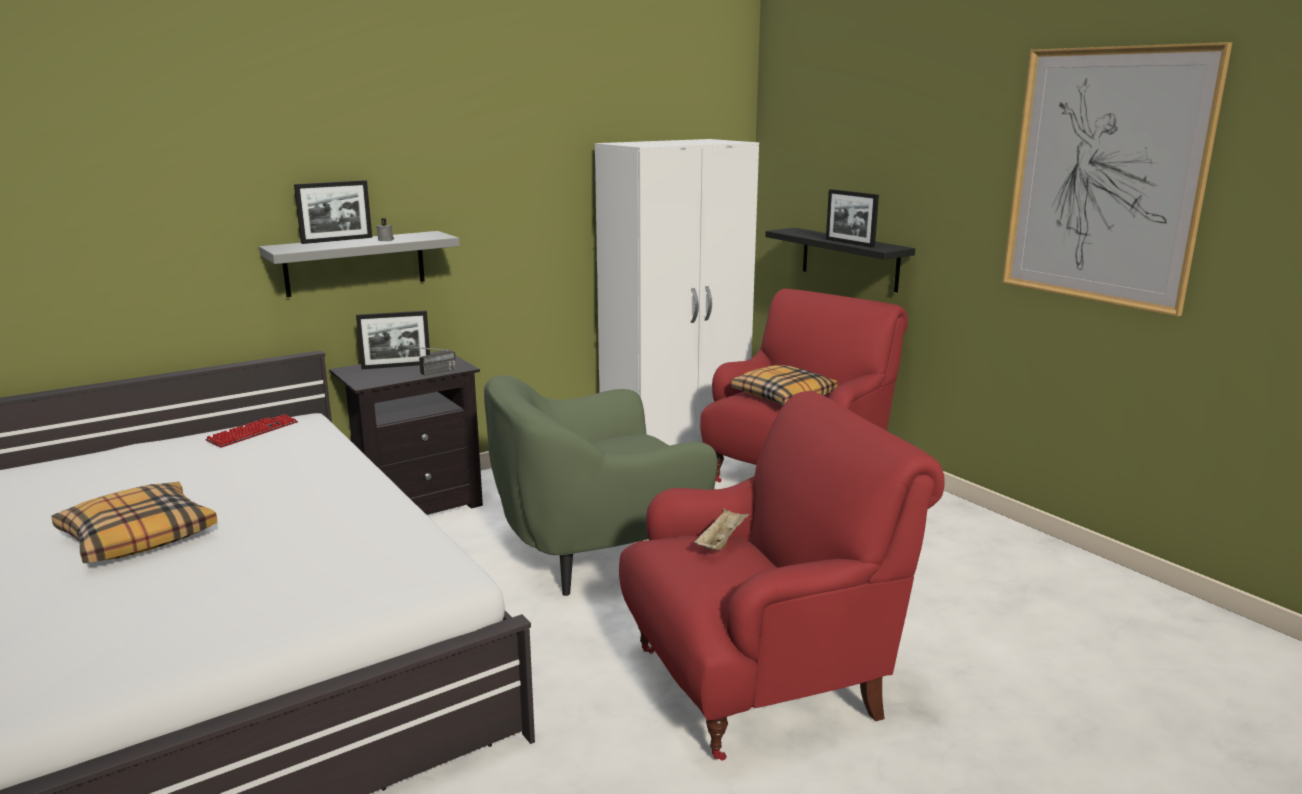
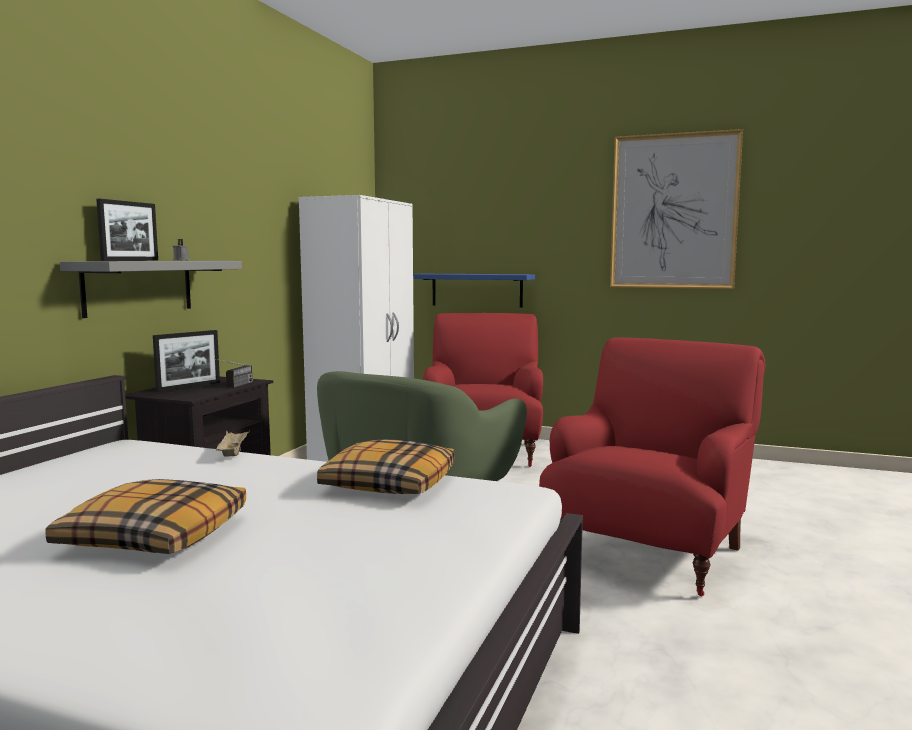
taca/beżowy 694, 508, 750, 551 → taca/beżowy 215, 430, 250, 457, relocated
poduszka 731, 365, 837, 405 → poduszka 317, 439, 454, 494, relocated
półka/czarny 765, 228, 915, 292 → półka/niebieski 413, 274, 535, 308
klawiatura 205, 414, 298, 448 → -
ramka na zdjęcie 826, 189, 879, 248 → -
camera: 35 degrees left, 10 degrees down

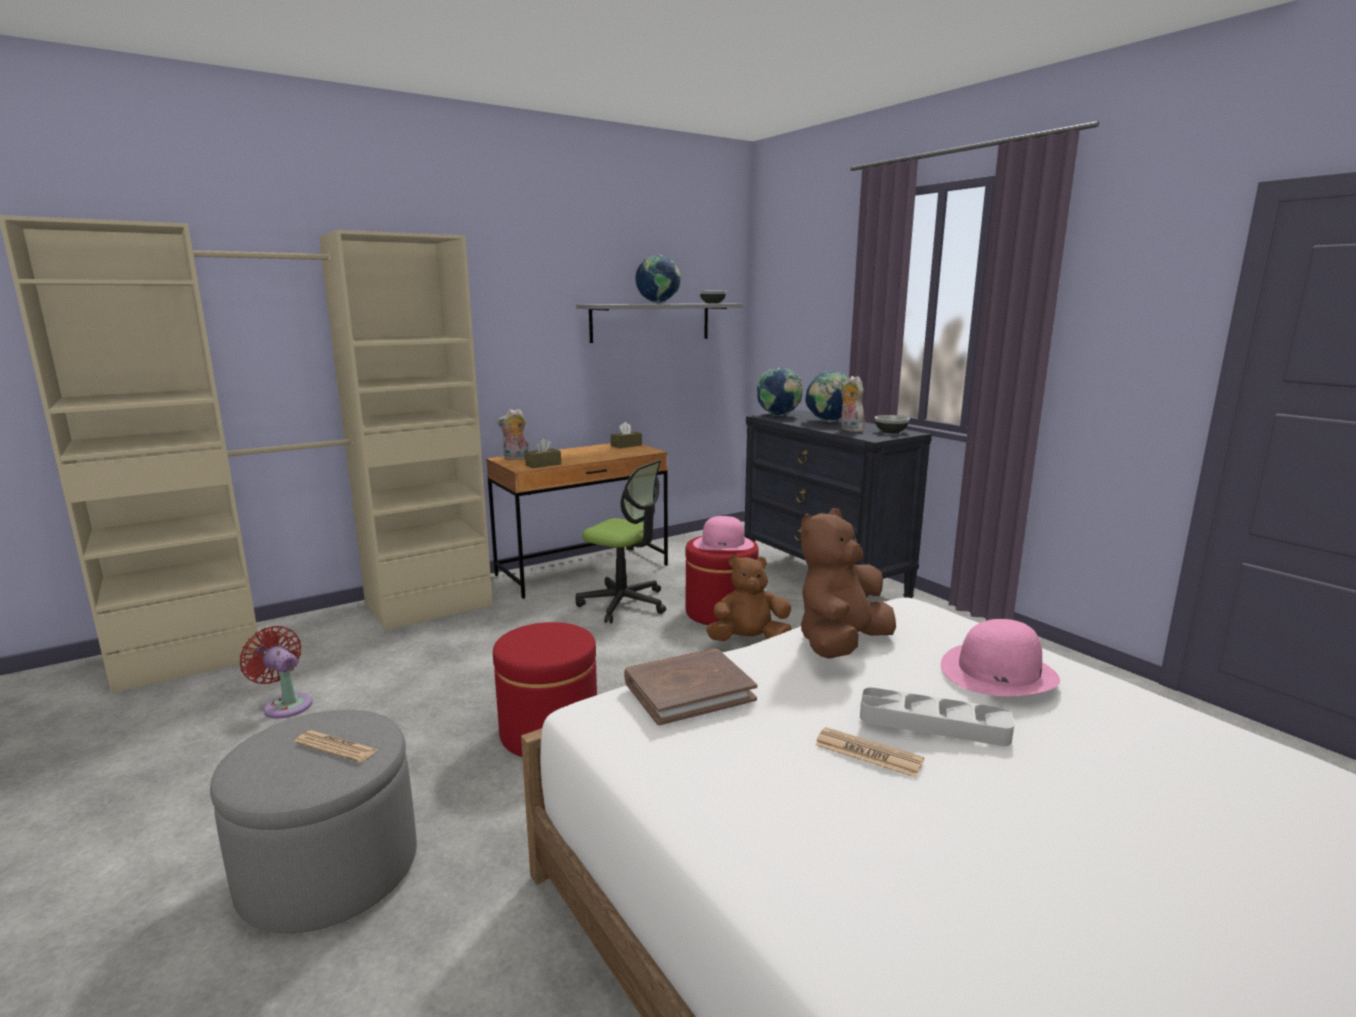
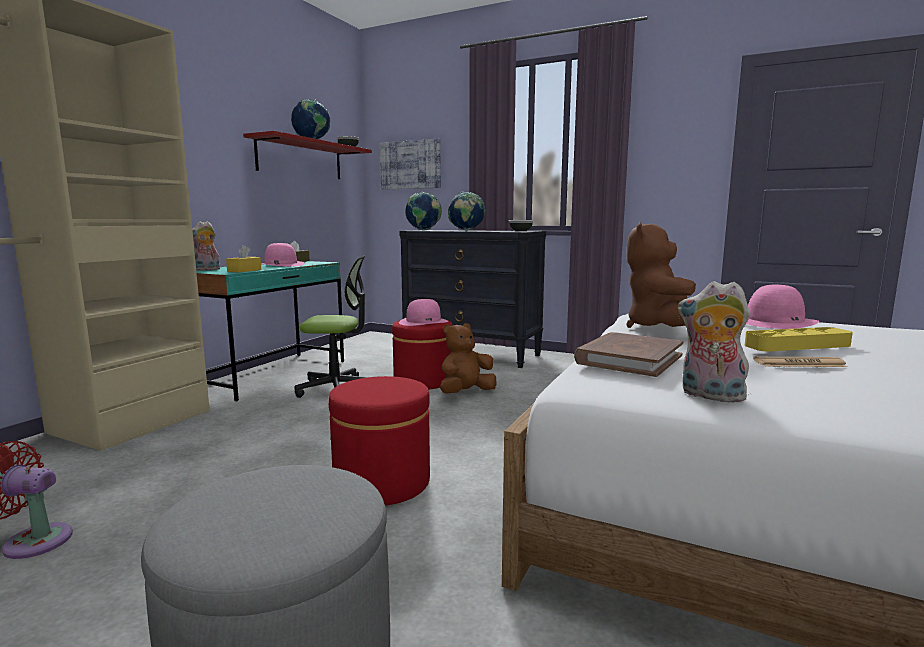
biurko/brązowy 486, 443, 668, 599 → biurko/turkusowy 196, 261, 344, 401
pudełko chusteczek/brązowy 525, 438, 561, 468 → pudełko chusteczek/żółty 226, 245, 261, 272
półka/szary 576, 303, 743, 343 → półka/czerwony 243, 131, 372, 179
- → kapelusz/różowy 263, 243, 305, 267
- → obraz 380, 138, 441, 190
pluszak 841, 376, 865, 432 → pluszak 678, 281, 752, 403, relocated
taca/szary 860, 687, 1014, 746 → taca/żółty 744, 327, 853, 351
gazeta 294, 730, 378, 763 → -
camera: 30 degrees left, 5 degrees down

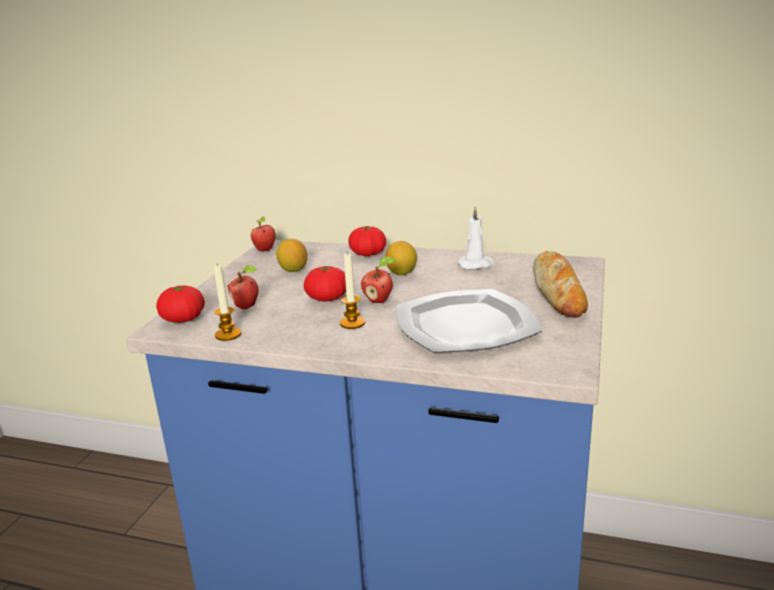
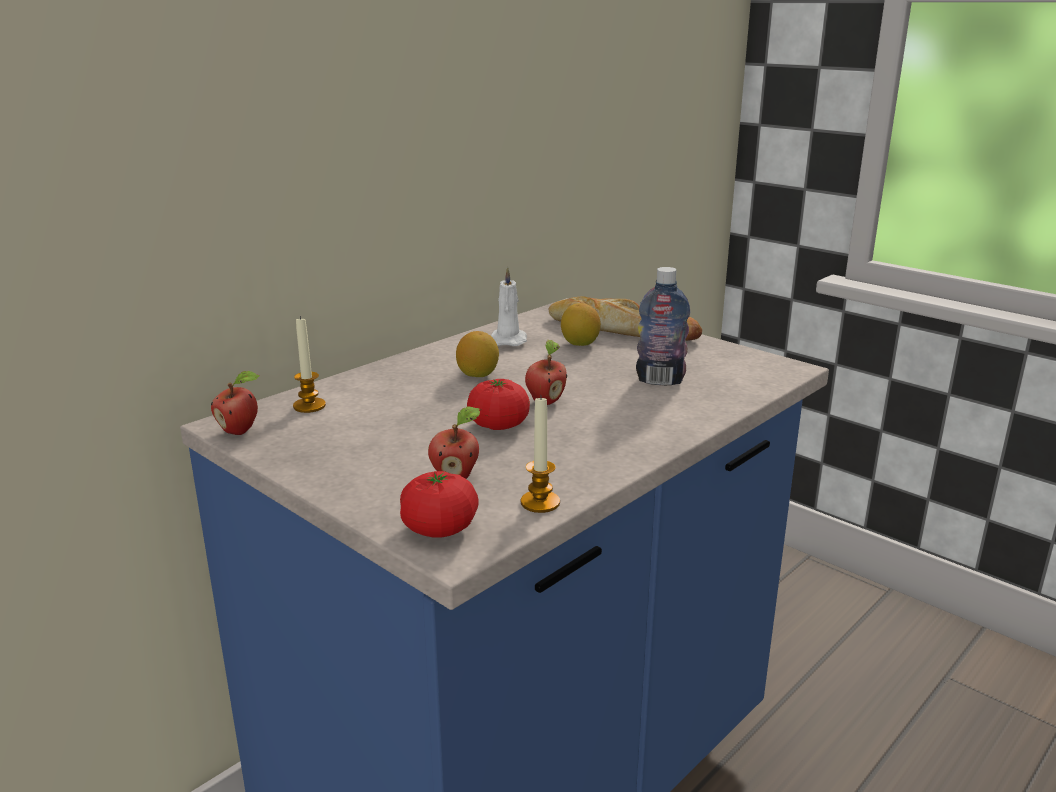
świeca 340, 252, 365, 329 → świeca 293, 316, 326, 413, relocated
cytryna 276, 239, 307, 272 → cytryna 561, 303, 601, 346, relocated
talerz 396, 289, 542, 353 → butelka 636, 267, 690, 385
pomidor 348, 226, 386, 256 → -
camera: 65 degrees left, 0 degrees up

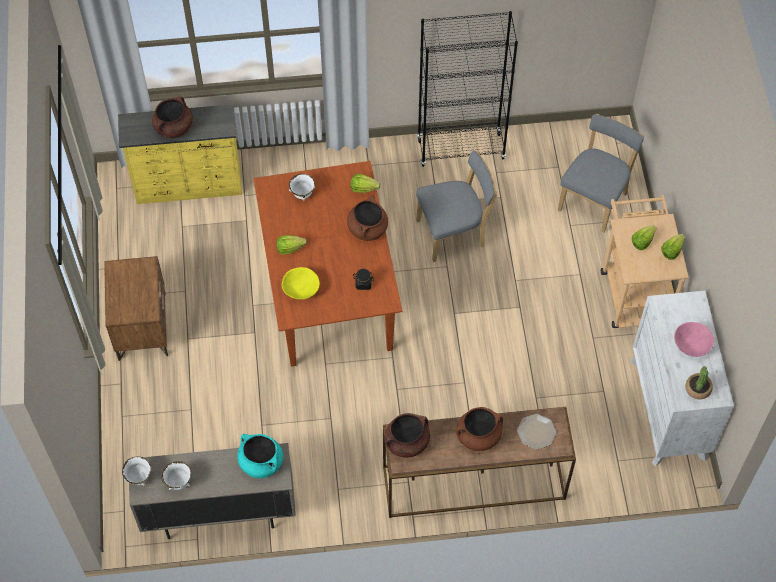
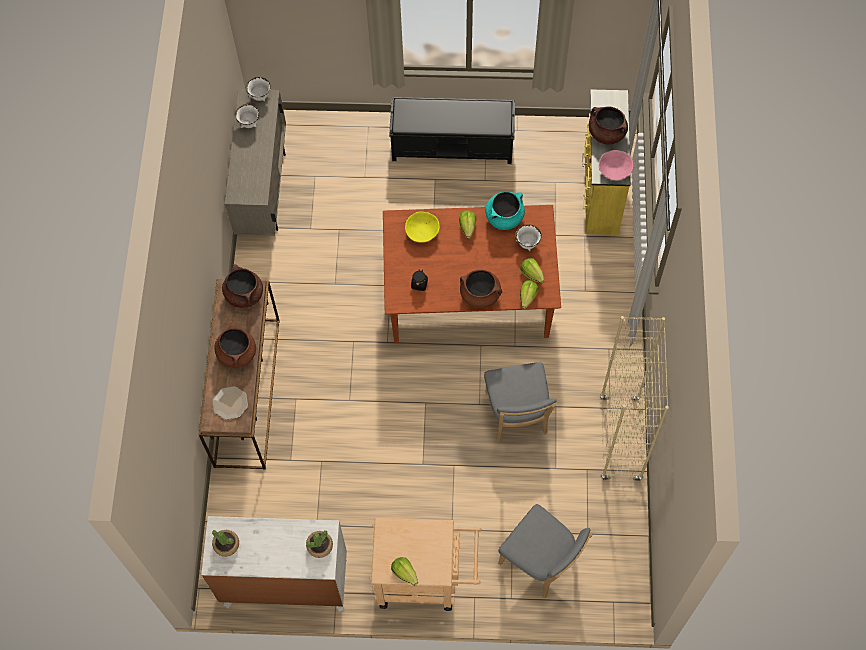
- → roślina doniczkowa 306, 530, 333, 558
szafka nocna/brązowy 104, 256, 168, 361 → ławka/czarny 389, 97, 515, 164
garnek/turkusowy 237, 434, 283, 478 → garnek/turkusowy 485, 191, 525, 230, relocated
sałata 632, 225, 656, 250 → sałata 520, 258, 544, 284, relocated
miska/różowy 674, 322, 714, 357 → miska/różowy 599, 150, 633, 180, relocated
regał/czarny 417, 11, 518, 167 → regał/beżowy 600, 316, 669, 481
camera: 100 degrees right, 5 degrees up

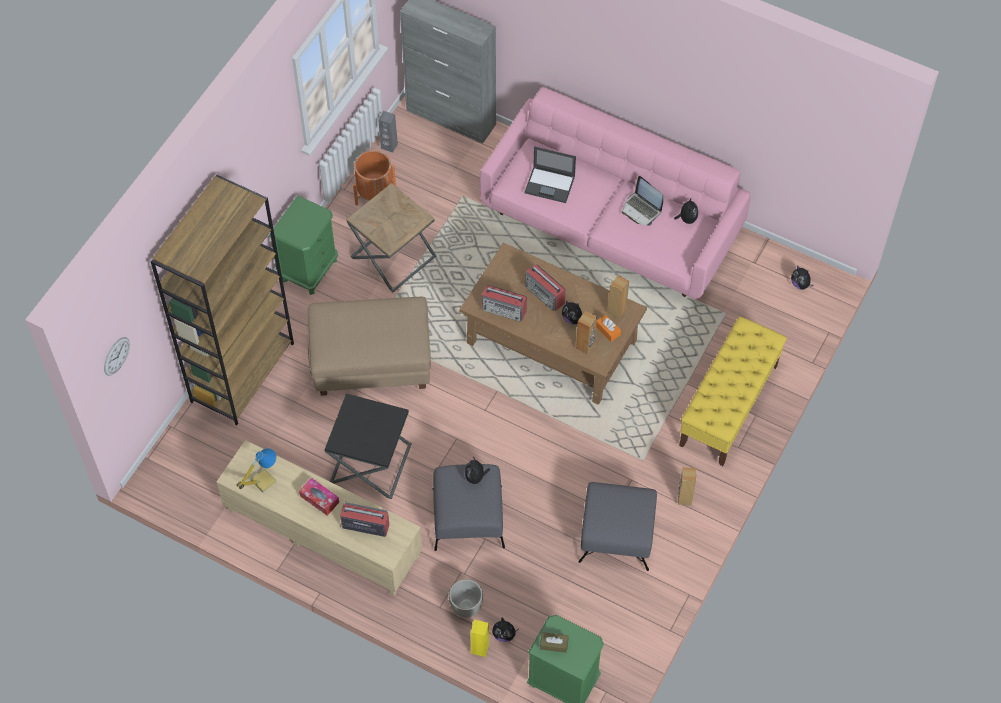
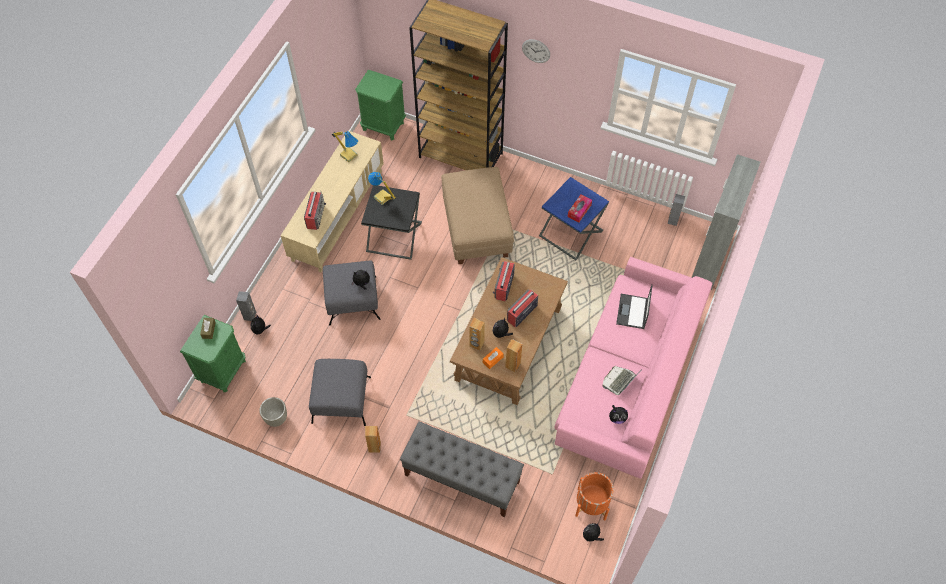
głośnik/żółty 471, 620, 489, 657 → głośnik/szary 236, 291, 256, 321
donica/szary 449, 579, 483, 618 → donica/szary 259, 397, 287, 427, relocated
szafka nocna/zielony 269, 196, 338, 295 → szafka nocna/zielony 355, 70, 406, 141, relocated
- → lampa stołowa 368, 172, 396, 205
ławka/żółty 679, 316, 787, 466 → ławka/szary 400, 422, 524, 517
zegar ścienny 104, 337, 130, 376 → zegar ścienny 522, 39, 550, 63, relocated
stolik/brązowy 347, 183, 436, 292 → stolik/niebieski 539, 177, 609, 260
pudełko chusteczek 299, 478, 339, 516 → pudełko chusteczek 568, 195, 592, 222, relocated
donica/pomarańczowy 353, 150, 396, 206 → donica/pomarańczowy 575, 472, 614, 521, relocated
camera: 85 degrees right, 0 degrees up

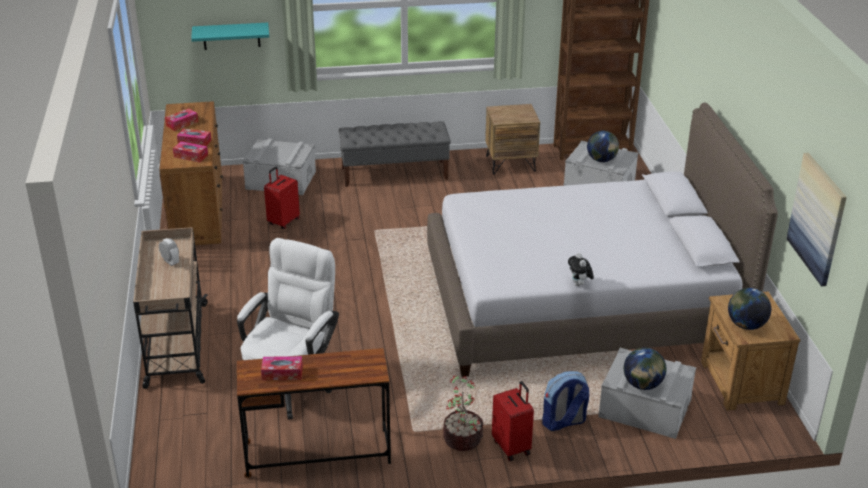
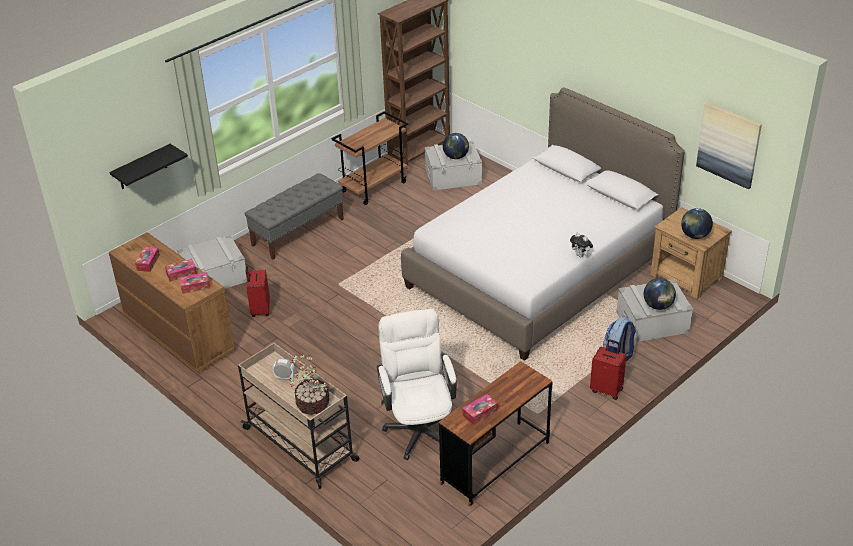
półka/turkusowy 191, 23, 269, 50 → półka/czarny 109, 144, 188, 189
roślina doniczkowa 443, 375, 483, 451 → roślina doniczkowa 288, 353, 329, 415, relocated
szafka nocna/brązowy 485, 104, 540, 174 → wózek/brązowy 331, 111, 408, 205
camera: 35 degrees left, 5 degrees up

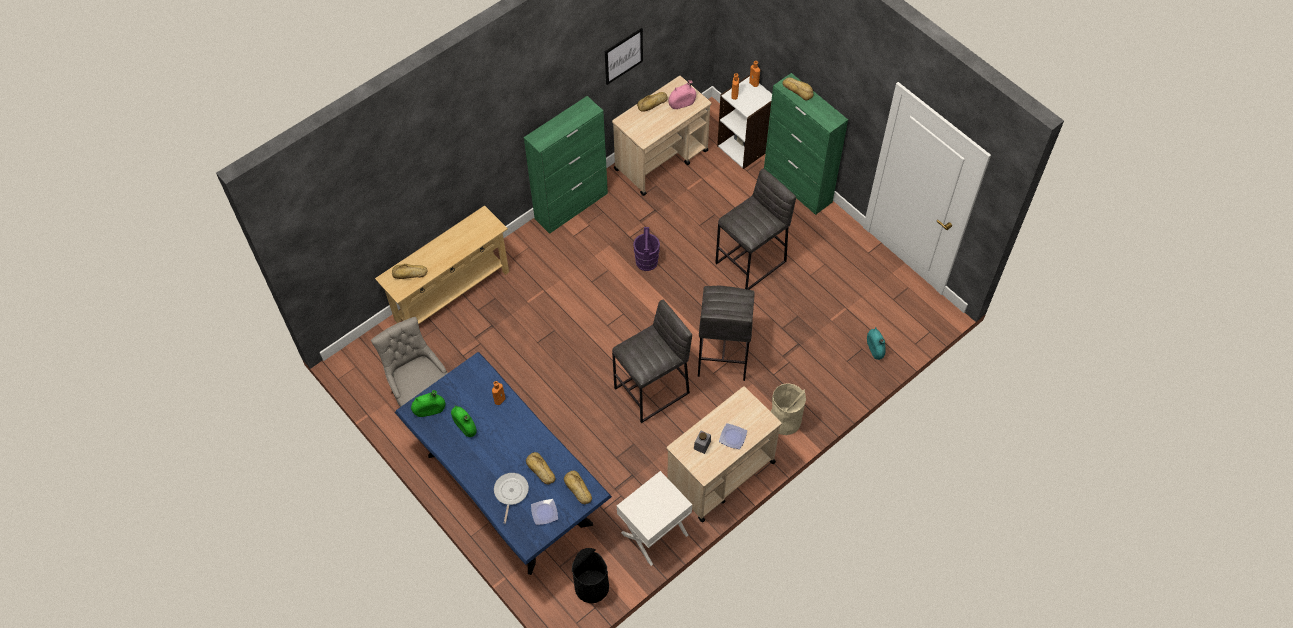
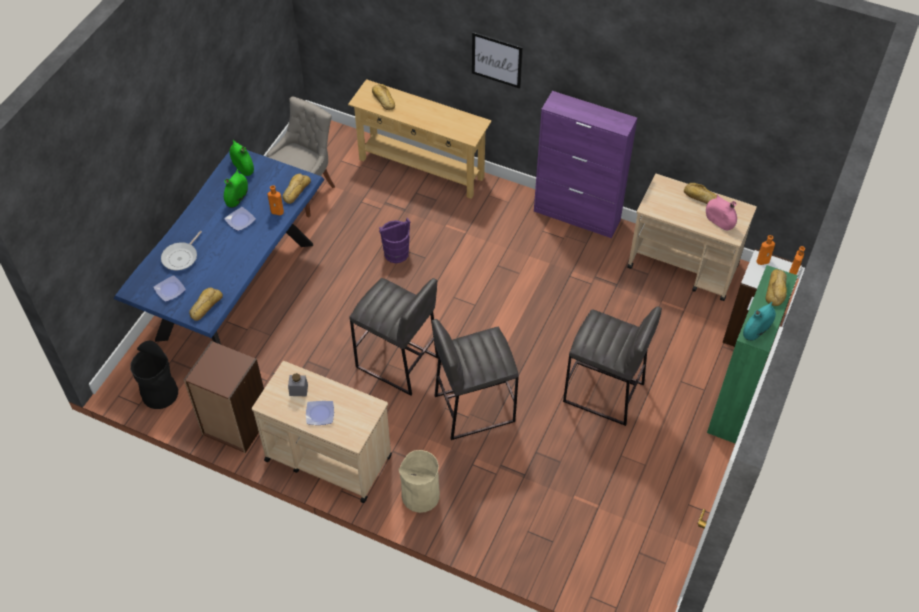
patelnia 494, 473, 529, 524 → patelnia 161, 231, 202, 270, 135 degrees clockwise
szafka nocna/biały 617, 471, 692, 566 → regał/brązowy 184, 341, 264, 453
- → talerz 224, 207, 256, 231
chleb 526, 452, 555, 484 → chleb 282, 173, 311, 204, relocated
wiadro/fioletowy 633, 227, 660, 271 → wiadro/fioletowy 379, 218, 410, 263, relocated
obraz 605, 28, 643, 85 → obraz 472, 32, 523, 89, relocated
szafka/zielony 524, 96, 608, 234 → szafka/fioletowy 534, 91, 637, 238
wazon/turkusowy 867, 327, 886, 360 → wazon/turkusowy 743, 302, 776, 341, relocated
camera: 65 degrees right, 5 degrees down

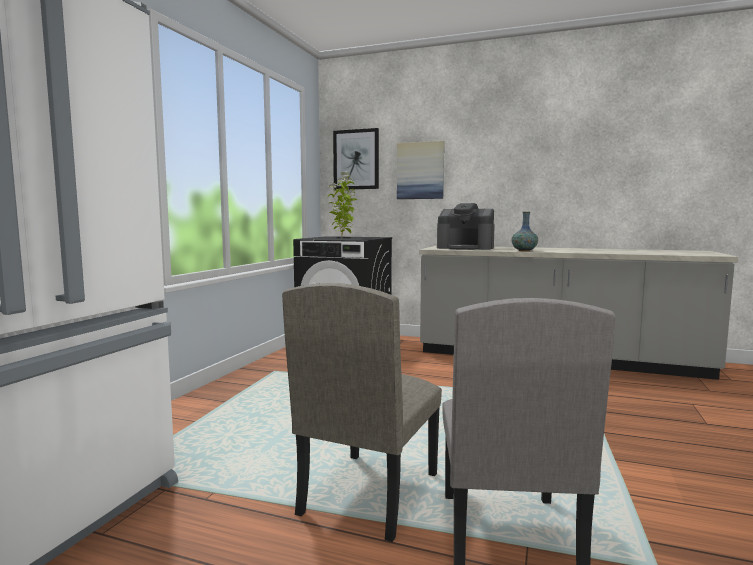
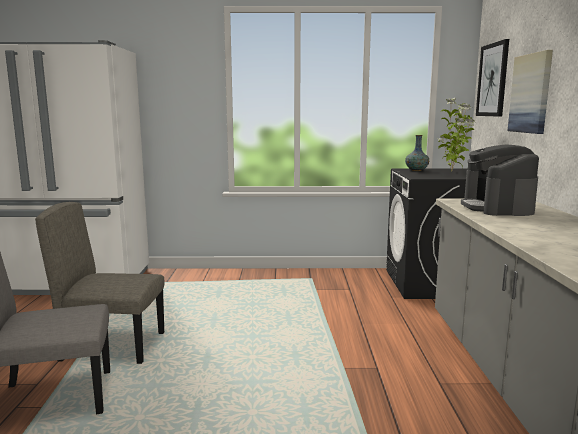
wazon 511, 212, 538, 251 → wazon 405, 135, 429, 171, relocated
camera: 70 degrees right, 5 degrees up

